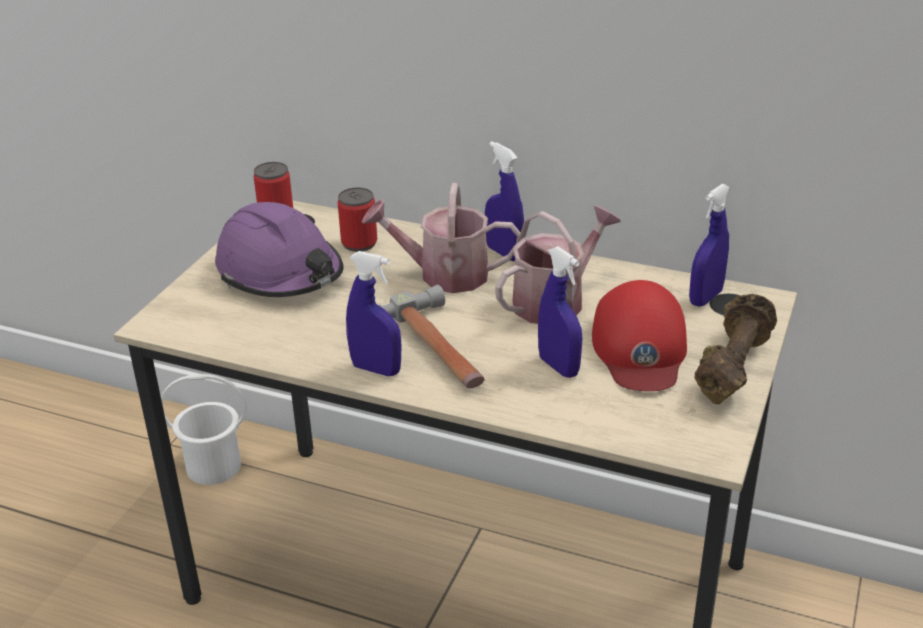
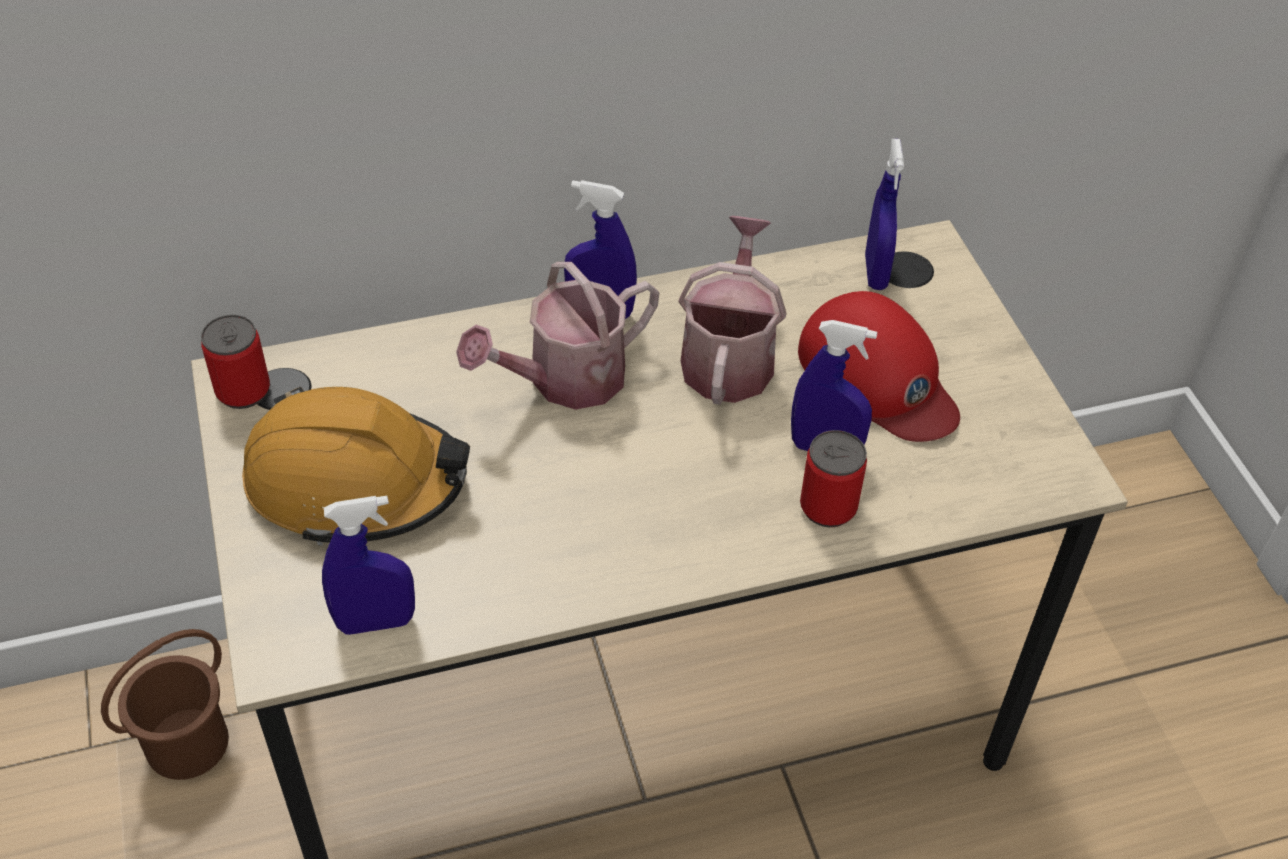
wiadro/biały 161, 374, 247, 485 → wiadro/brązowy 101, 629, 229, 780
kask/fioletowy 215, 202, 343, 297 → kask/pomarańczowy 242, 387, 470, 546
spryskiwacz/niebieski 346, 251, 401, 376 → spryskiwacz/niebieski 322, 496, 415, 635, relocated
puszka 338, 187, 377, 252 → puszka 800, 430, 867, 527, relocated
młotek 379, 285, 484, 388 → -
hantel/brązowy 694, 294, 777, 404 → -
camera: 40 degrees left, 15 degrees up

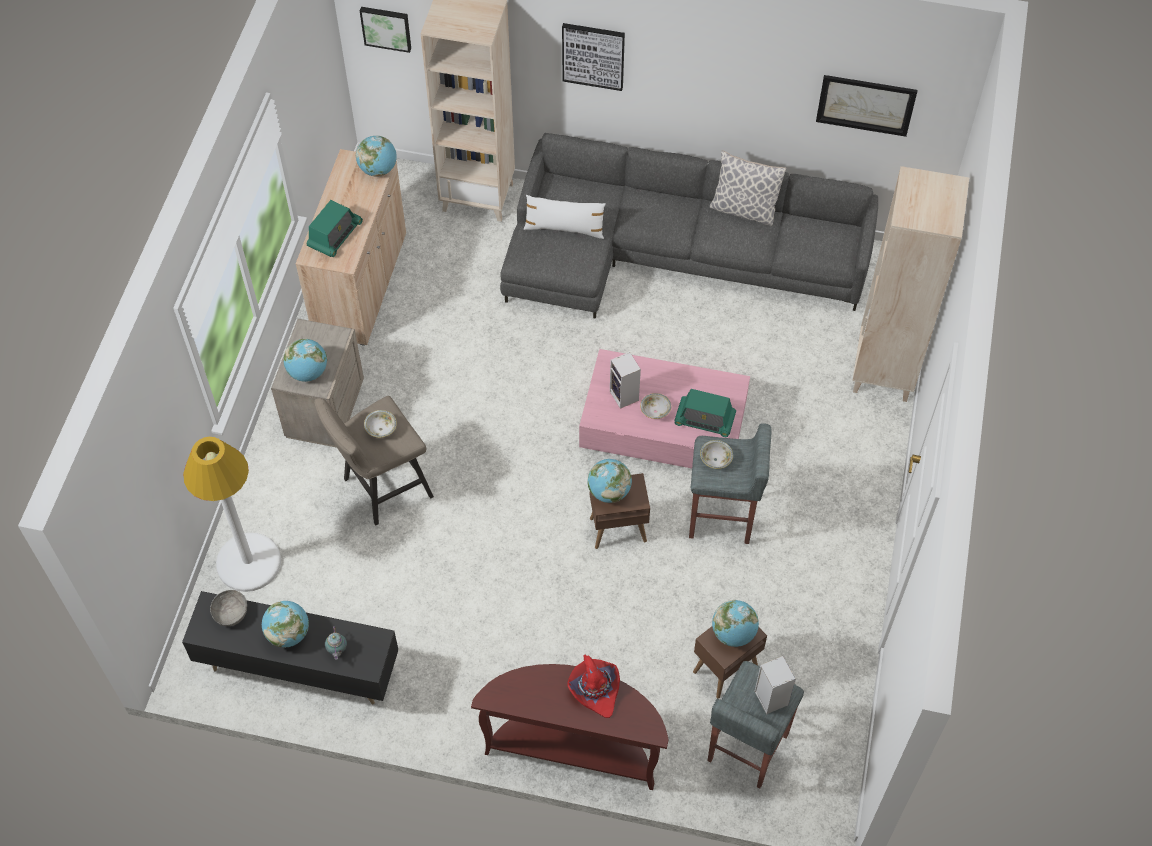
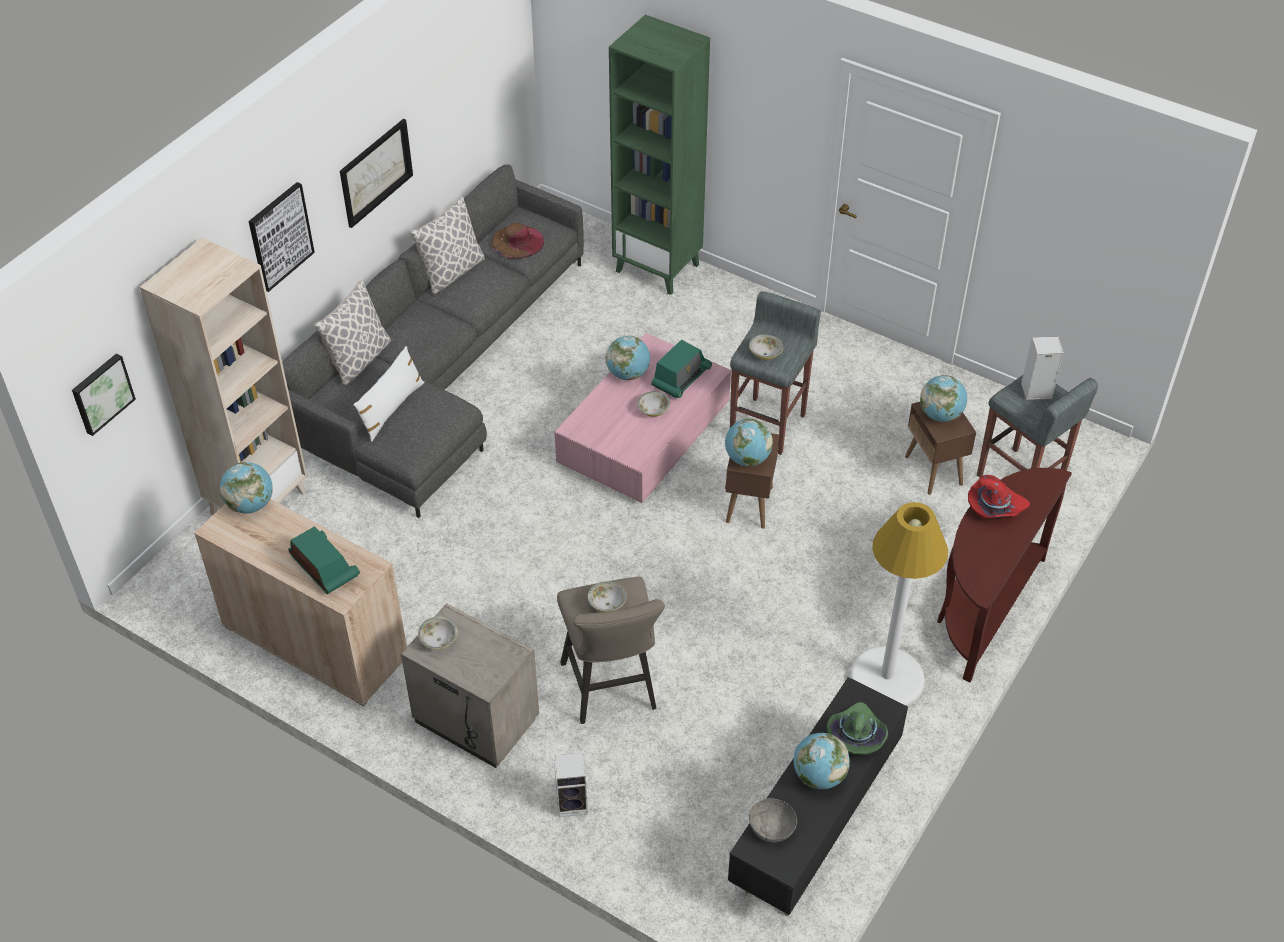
- → poduszka 313, 280, 391, 386
obraz 816, 75, 917, 137 → obraz 340, 119, 413, 228, relocated
- → miska 418, 616, 458, 649
- → kapelusz/brązowy 491, 223, 544, 259
głośnik 610, 352, 641, 409 → głośnik 554, 753, 588, 817, relocated
globus 283, 339, 327, 382 → globus 606, 336, 650, 380, relocated
regał/beżowy 852, 166, 969, 402 → regał/zielony 609, 15, 710, 295
imbryk 325, 626, 347, 660 → kapelusz/zielony 827, 702, 888, 755
lampa stojąca/biały 183, 437, 281, 592 → lampa stojąca/biały 849, 502, 948, 707, relocated
camera: 70 degrees left, 10 degrees down

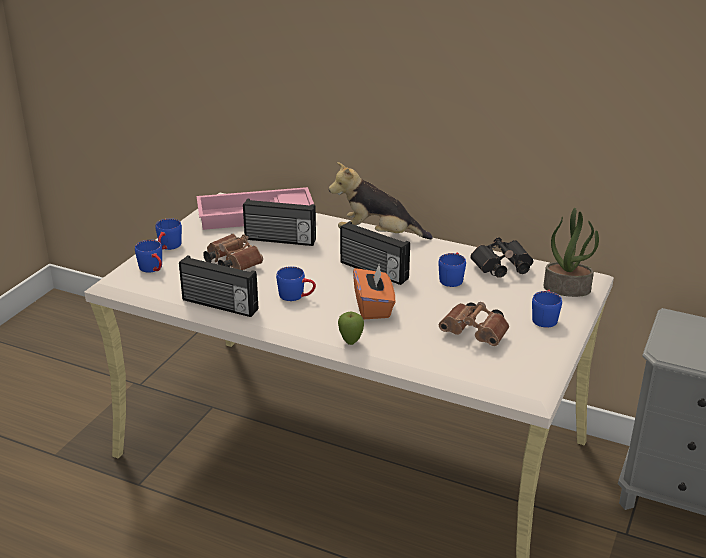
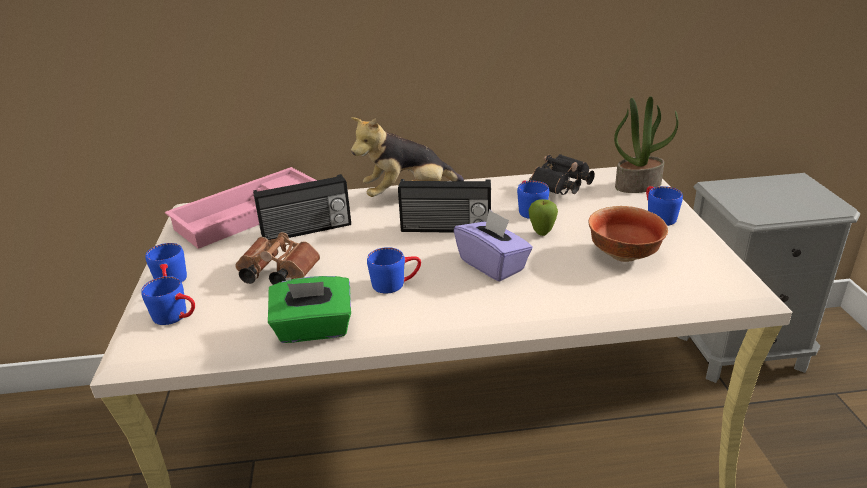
radio 179, 255, 258, 317 → pudełko chusteczek/zielony 268, 276, 351, 343
pudełko chusteczek/pomarańczowy 353, 263, 395, 319 → pudełko chusteczek/fioletowy 454, 209, 533, 281
jabłko 338, 312, 364, 345 → jabłko 528, 199, 558, 236, relocated
lornetka/brązowy 439, 302, 509, 346 → miska 589, 206, 668, 262
camera: 30 degrees left, 0 degrees up

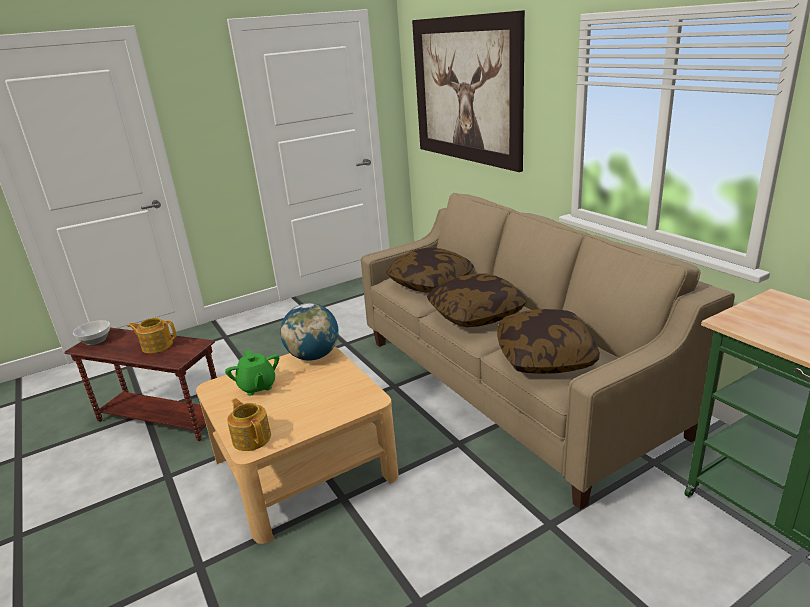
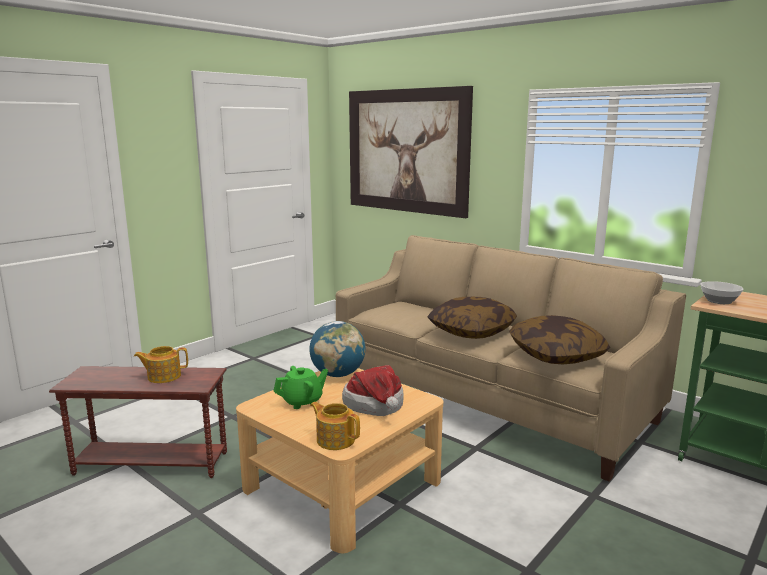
imbryk/zielony 225, 350, 279, 396 → imbryk/zielony 273, 366, 328, 409, 75 degrees counterclockwise
- → kapelusz 342, 365, 404, 416
miska 73, 320, 110, 345 → miska 700, 281, 744, 304, relocated
poduszka 386, 248, 474, 293 → -
camera: 20 degrees left, 10 degrees down

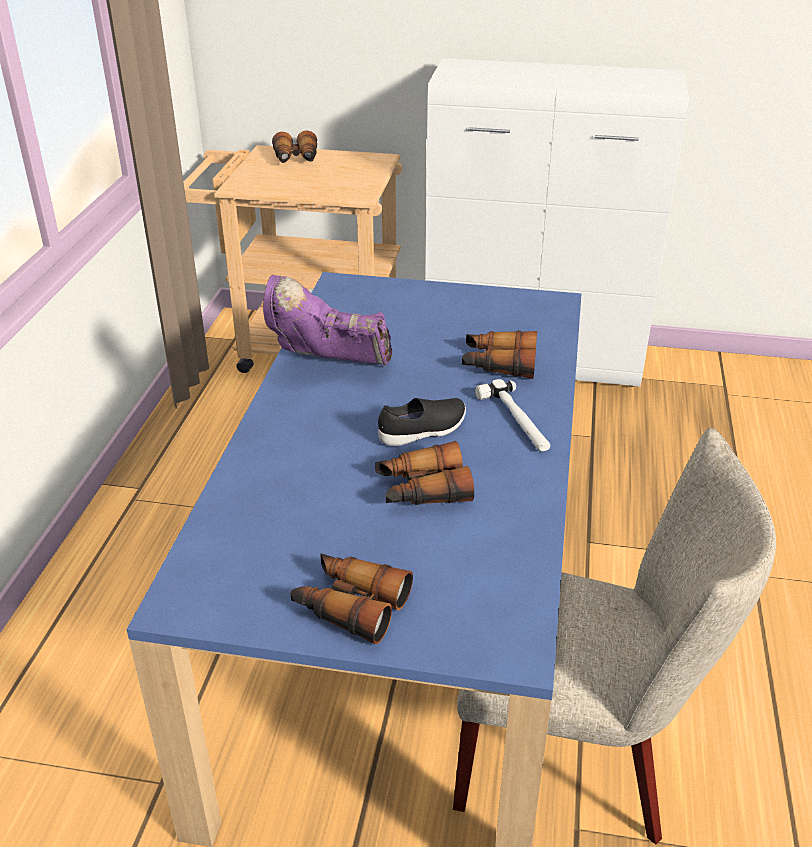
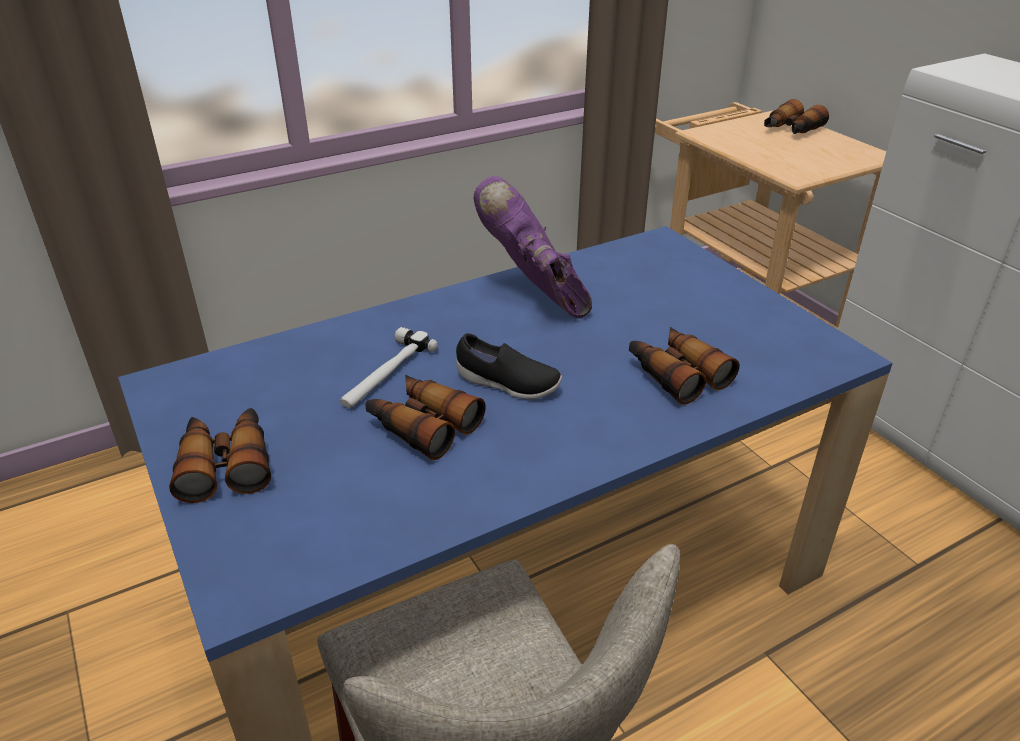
młotek 475, 379, 550, 452 → młotek 340, 327, 438, 408, relocated
camera: 50 degrees right, 0 degrees up

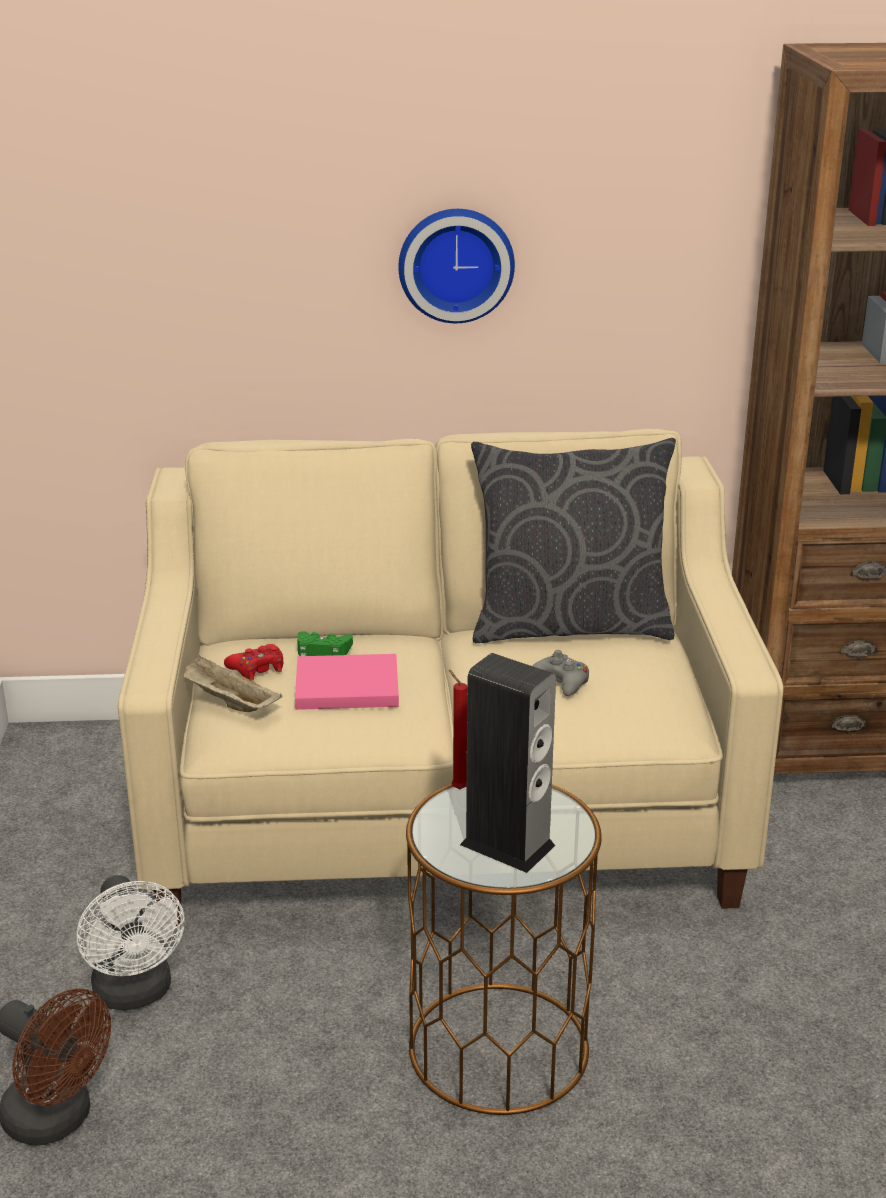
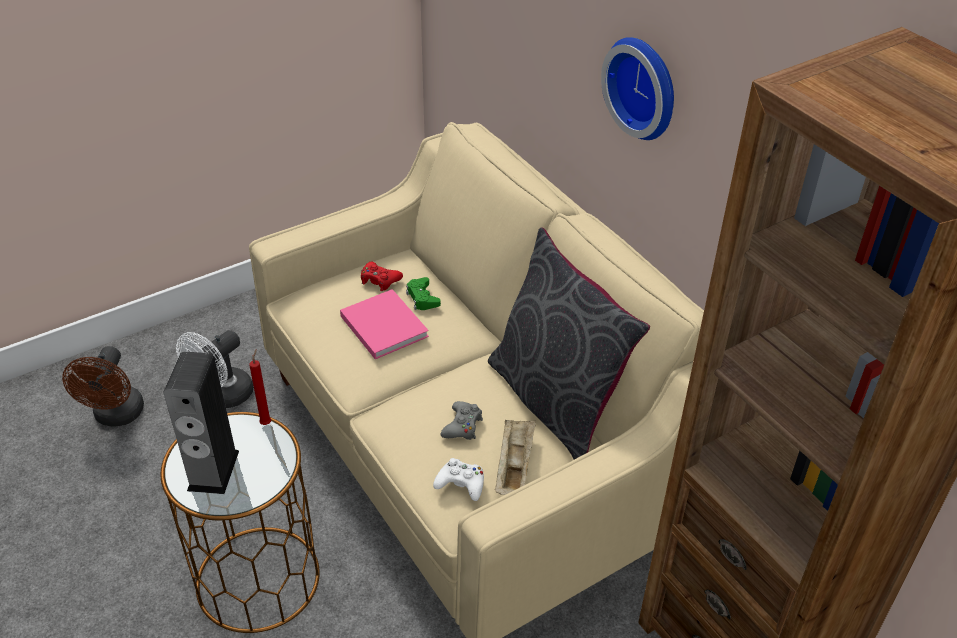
- → pad do gier/biały 433, 458, 484, 501
taca/beżowy 184, 655, 283, 712 → taca/beżowy 495, 420, 536, 495, relocated
camera: 60 degrees right, 15 degrees up

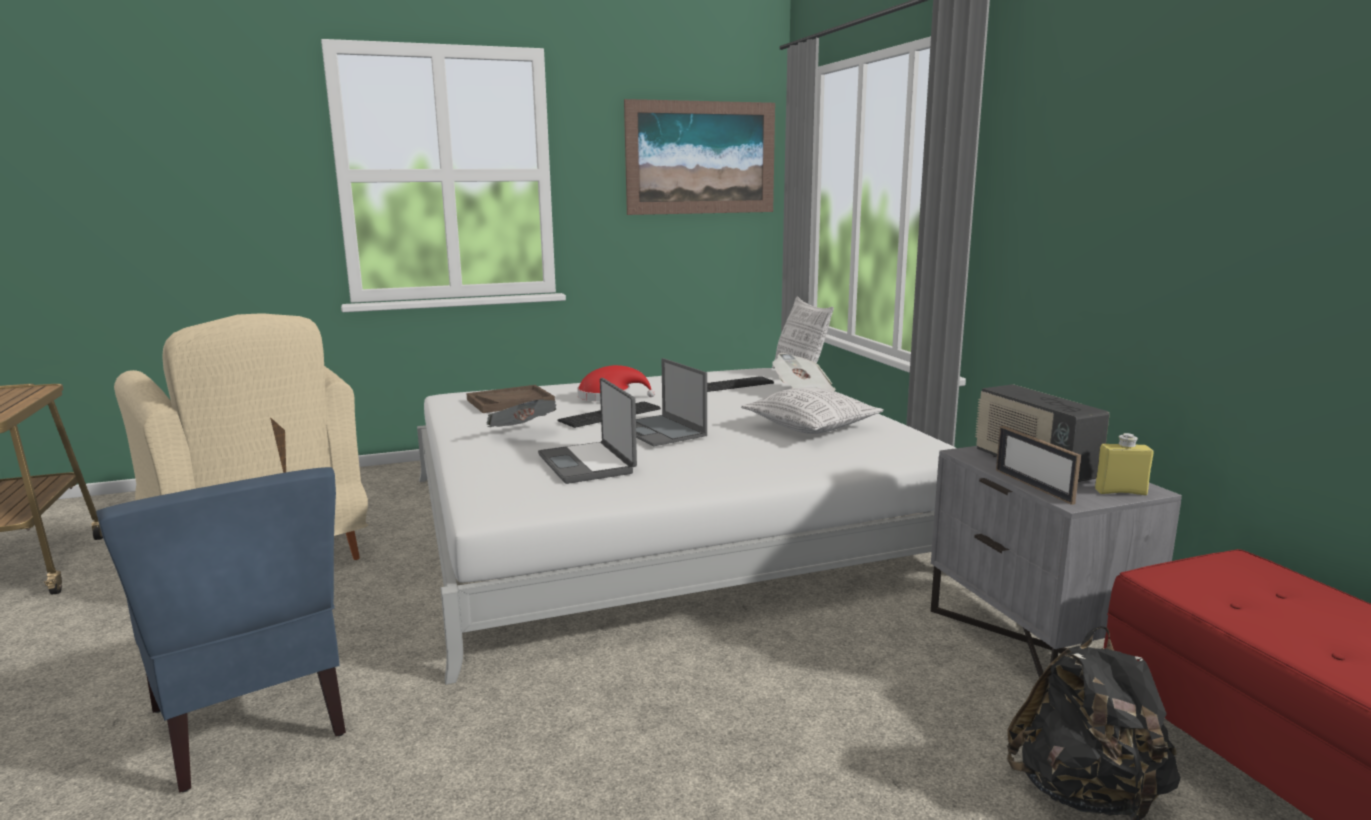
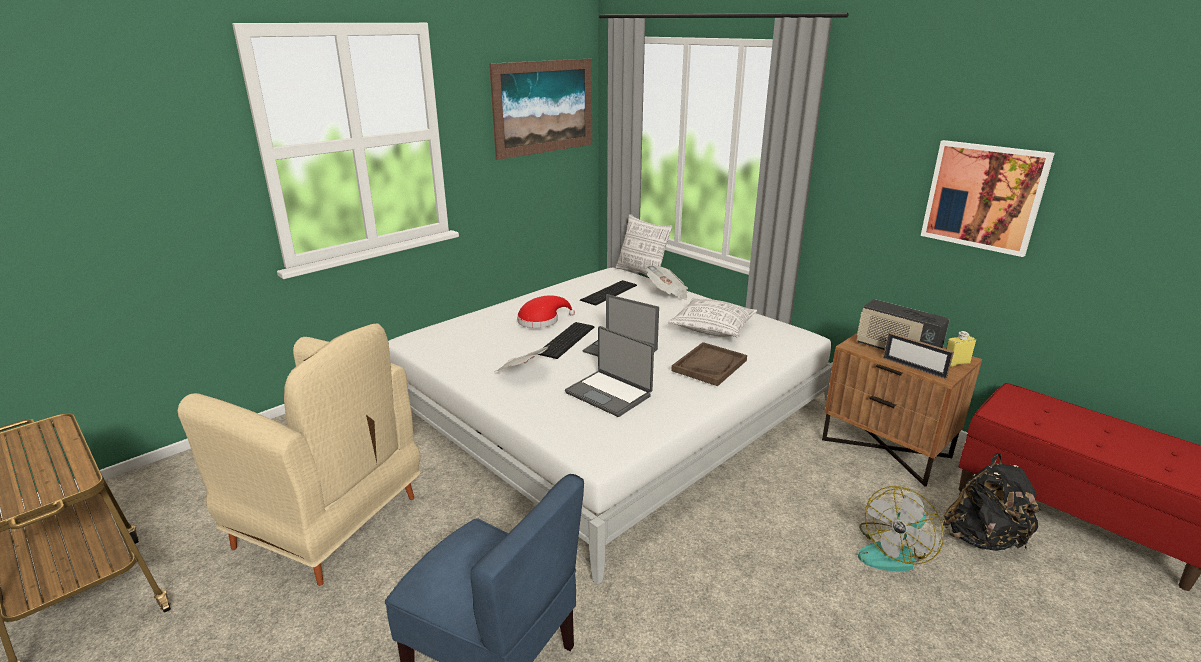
taca/brązowy 466, 385, 555, 413 → taca/brązowy 671, 342, 747, 386, relocated
szafka nocna/szary 931, 446, 1182, 678 → szafka nocna/brązowy 822, 333, 982, 487
- → wentylator 858, 486, 944, 572
- → obraz 921, 140, 1055, 257
camera: 25 degrees left, 10 degrees up

